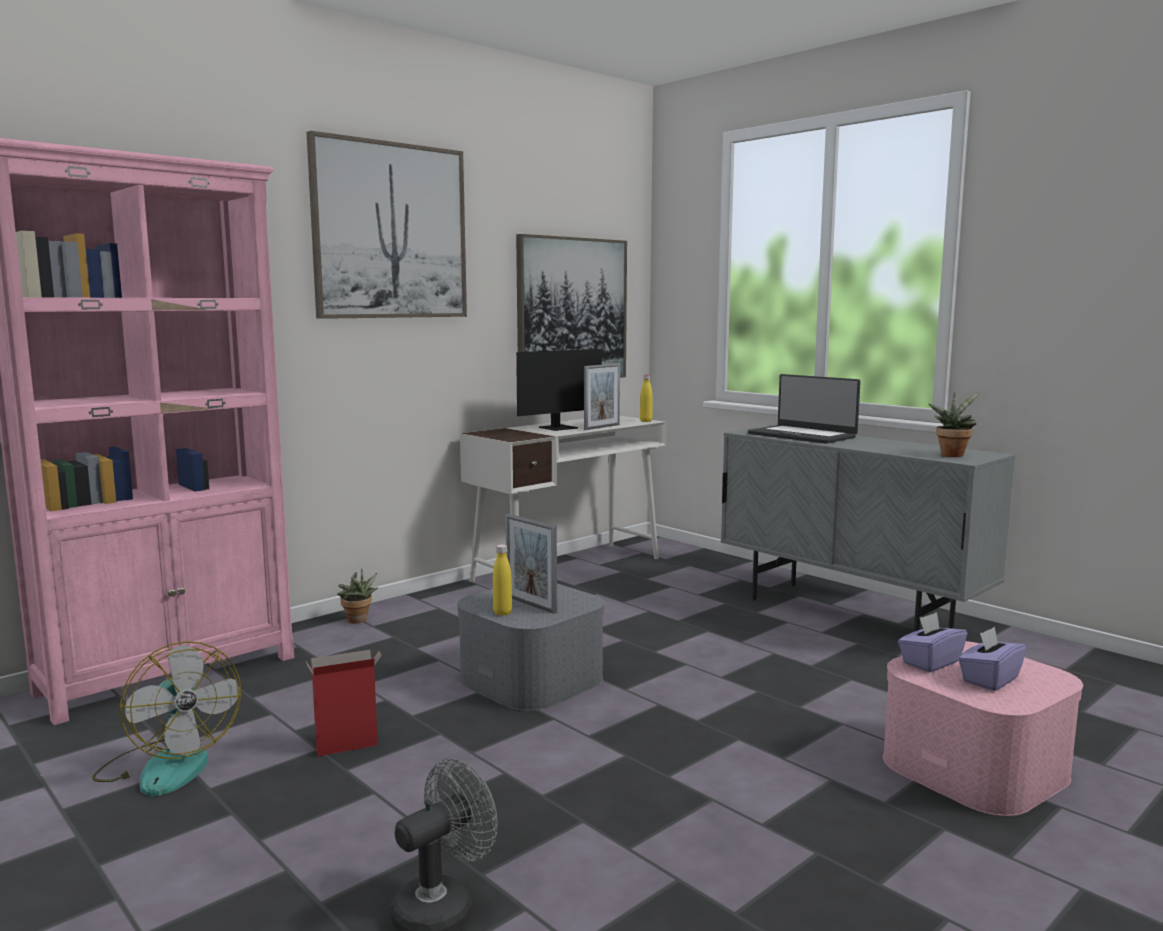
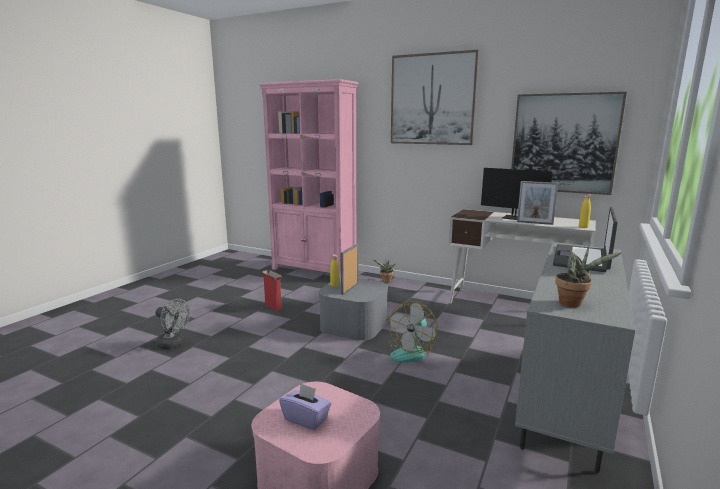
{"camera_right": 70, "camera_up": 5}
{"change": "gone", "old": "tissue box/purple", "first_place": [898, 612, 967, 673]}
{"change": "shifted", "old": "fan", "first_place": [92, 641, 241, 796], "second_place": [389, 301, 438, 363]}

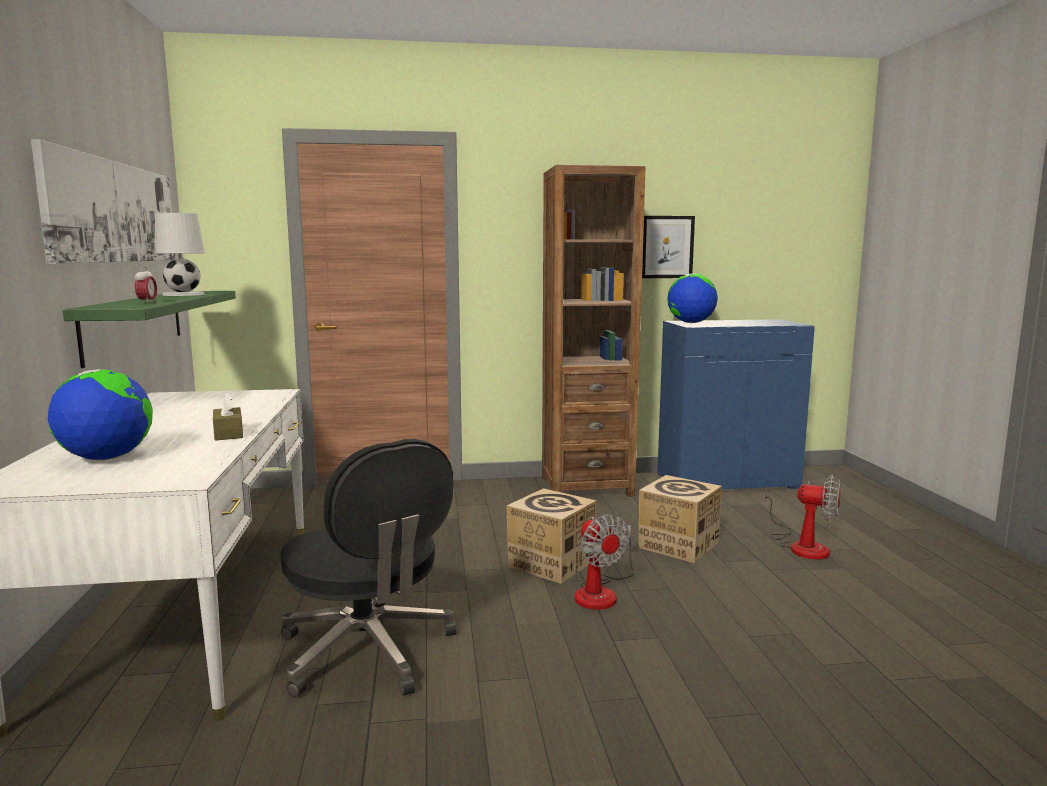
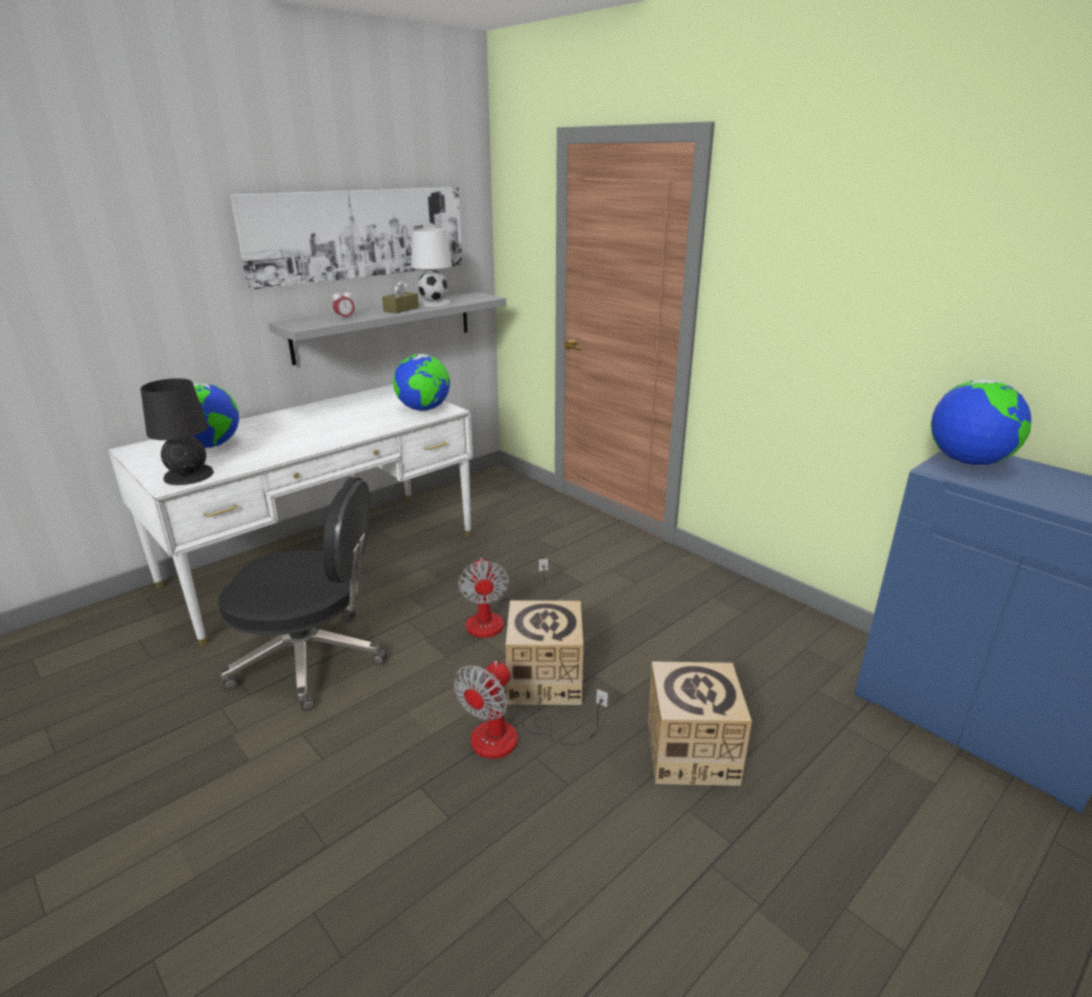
{"camera_right": 55, "camera_up": 15}
{"change": "gone", "old": "bookcase/brown", "first_place": [542, 165, 646, 497]}
{"change": "gone", "old": "picture", "first_place": [642, 216, 695, 278]}
{"change": "new", "new": "table lamp/black", "second_place": [140, 378, 214, 485]}
{"change": "new", "new": "globe", "second_place": [393, 354, 450, 411]}
{"change": "shifted", "old": "tissue box/brown", "first_place": [213, 393, 243, 441], "second_place": [382, 281, 419, 314]}
{"change": "shifted", "old": "fan", "first_place": [764, 475, 841, 559], "second_place": [458, 558, 548, 638]}
{"change": "repainted", "old": "shelf/green", "new": "shelf/grey", "first_place": [63, 291, 236, 368], "second_place": [268, 292, 506, 365]}
{"change": "rotated", "old": "office chair/black", "first_place": [280, 439, 456, 698], "second_place": [218, 477, 387, 711], "degrees": -105}

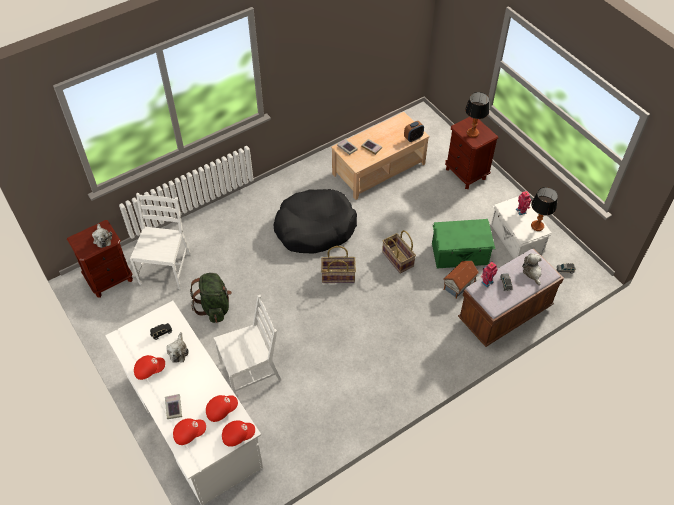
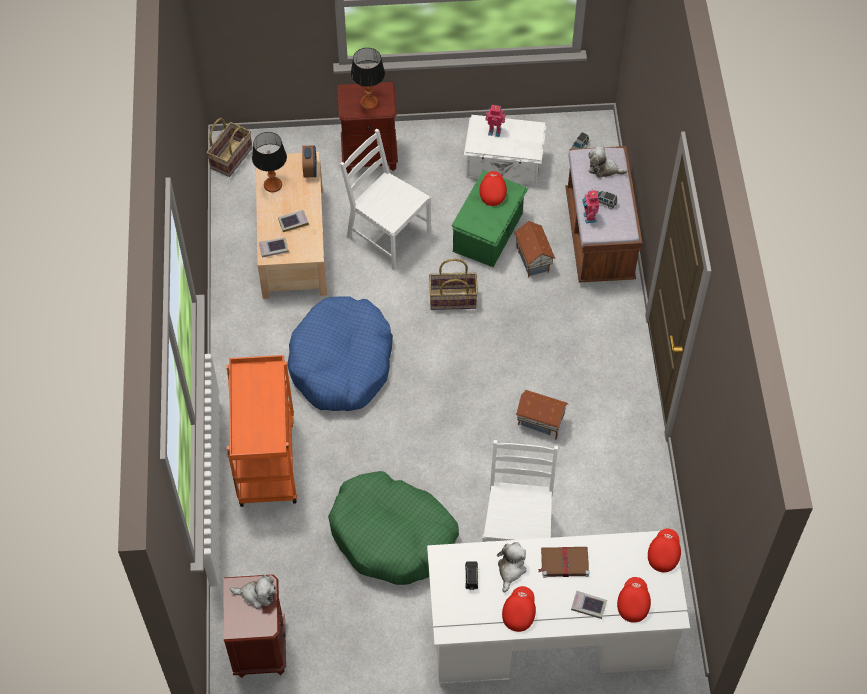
{"camera_right": -60, "camera_up": 5}
{"change": "new", "new": "cart/orange", "second_place": [226, 355, 297, 507]}
{"change": "new", "new": "toy house", "second_place": [516, 390, 569, 439]}
{"change": "new", "new": "book/brown", "second_place": [538, 547, 589, 577]}
{"change": "shifted", "old": "chair/white", "first_place": [130, 193, 191, 290], "second_place": [340, 128, 431, 270]}
{"change": "shifted", "old": "cap/red", "first_place": [206, 395, 238, 422], "second_place": [479, 171, 507, 206]}
{"change": "shifted", "old": "basket", "first_place": [321, 246, 356, 283], "second_place": [207, 118, 253, 177]}
{"change": "shifted", "old": "table lamp", "first_place": [531, 187, 558, 231], "second_place": [252, 132, 287, 192]}
{"change": "swapped", "old": "backpack/green", "new": "dog bed/green", "first_place": [190, 273, 232, 323], "second_place": [328, 471, 459, 585]}
{"change": "repainted", "old": "dog bed/black", "new": "dog bed/blue", "first_place": [274, 189, 357, 254], "second_place": [287, 297, 393, 411]}
{"change": "rotated", "old": "plush toy", "first_place": [166, 332, 189, 363], "second_place": [497, 542, 526, 592], "degrees": -105}

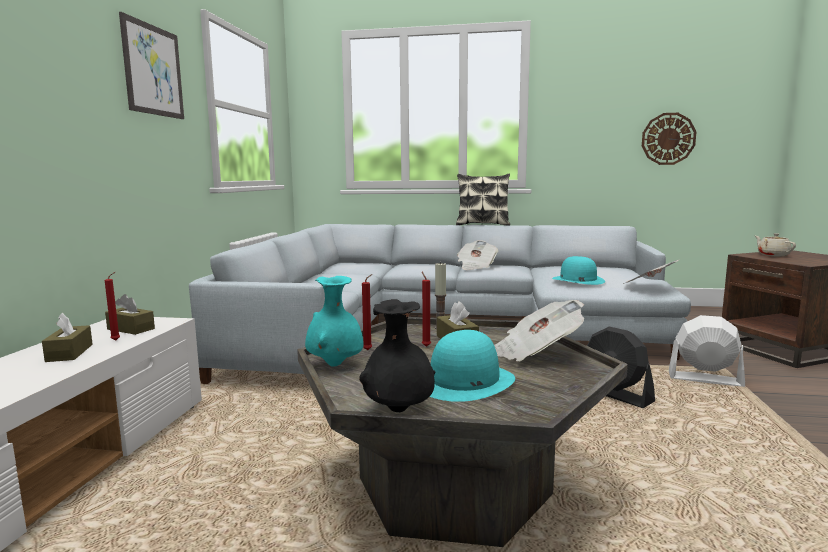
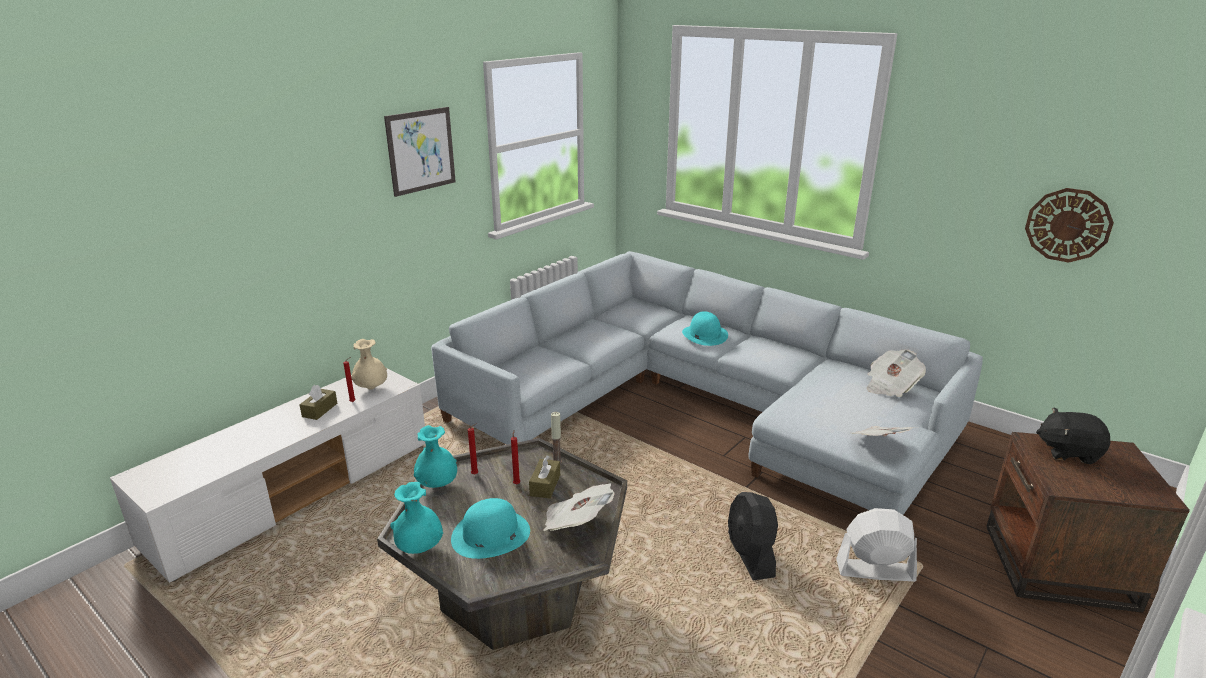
{"camera_right": 30, "camera_up": 15}
{"change": "gone", "old": "pillow", "first_place": [456, 173, 510, 226]}
{"change": "shifted", "old": "newspaper", "first_place": [457, 240, 498, 270], "second_place": [867, 350, 926, 397]}
{"change": "shifted", "old": "hat/turquoise", "first_place": [552, 256, 605, 285], "second_place": [682, 311, 728, 346]}
{"change": "swapped", "old": "tissue box/brown", "new": "vase/beige", "first_place": [105, 294, 155, 335], "second_place": [351, 339, 387, 389]}
{"change": "swapped", "old": "teapot/beige", "new": "plush toy/black", "first_place": [755, 233, 796, 257], "second_place": [1036, 407, 1111, 464]}
{"change": "repainted", "old": "vase/black", "new": "vase/turquoise", "first_place": [359, 299, 435, 412], "second_place": [390, 482, 443, 554]}
{"change": "rotated", "old": "fan/white", "first_place": [669, 315, 745, 387], "second_place": [836, 508, 917, 582], "degrees": -45}

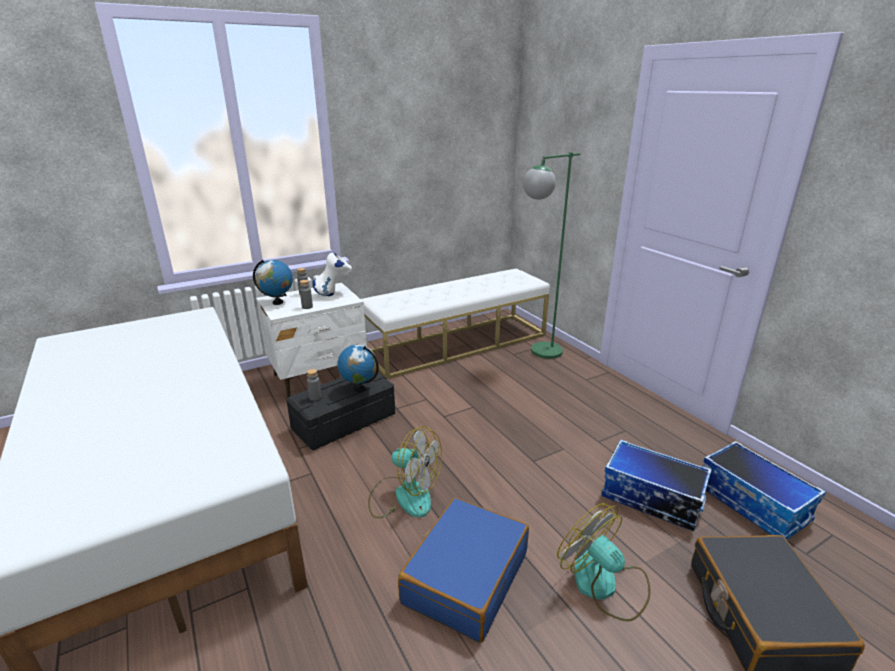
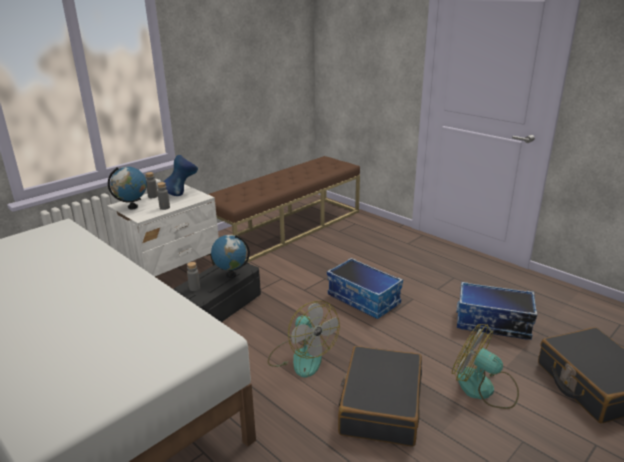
{"camera_right": -15, "camera_up": 0}
{"change": "gone", "old": "floor lamp/green", "first_place": [523, 152, 581, 359]}
{"change": "shifted", "old": "storage box", "first_place": [703, 441, 826, 540], "second_place": [327, 258, 403, 319]}
{"change": "repainted", "old": "vase/white", "new": "vase/blue", "first_place": [313, 253, 352, 296], "second_place": [164, 155, 198, 196]}
{"change": "repainted", "old": "bench/white", "new": "bench/brown", "first_place": [361, 268, 550, 379], "second_place": [208, 156, 360, 262]}
{"change": "repainted", "old": "suitcase/blue", "new": "suitcase/black", "first_place": [398, 498, 529, 643], "second_place": [338, 346, 422, 447]}
{"change": "rotated", "old": "fan", "first_place": [368, 426, 442, 518], "second_place": [268, 301, 340, 378], "degrees": 45}

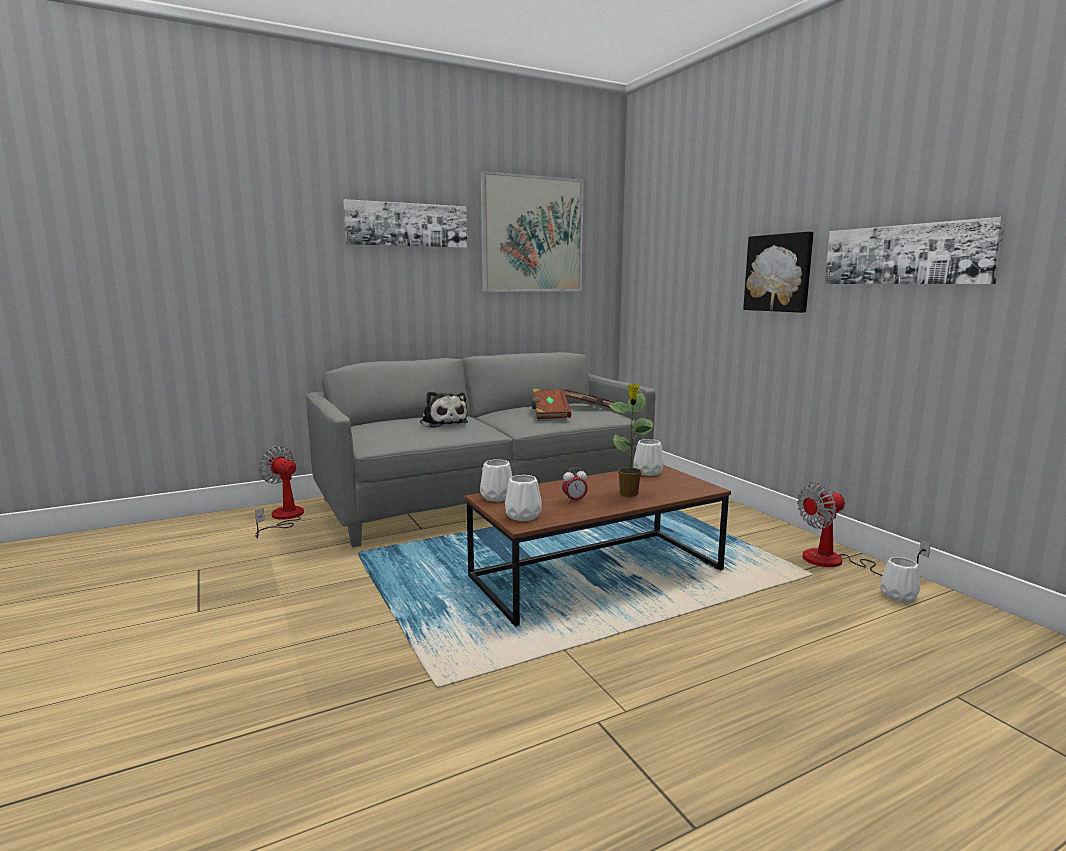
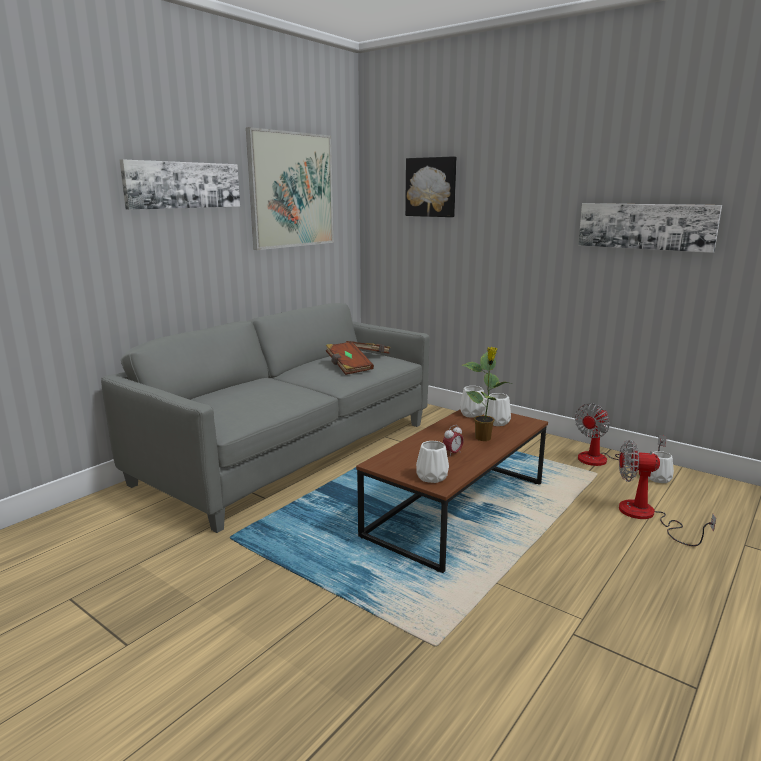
{"camera_right": -25, "camera_up": 5}
{"change": "gone", "old": "plush toy", "first_place": [420, 391, 468, 428]}
{"change": "shifted", "old": "fan", "first_place": [255, 446, 304, 538], "second_place": [619, 440, 716, 546]}
{"change": "shifted", "old": "vase/white", "first_place": [480, 459, 512, 502], "second_place": [484, 393, 511, 426]}
{"change": "shifted", "old": "picture", "first_place": [743, 231, 814, 313], "second_place": [405, 156, 456, 217]}

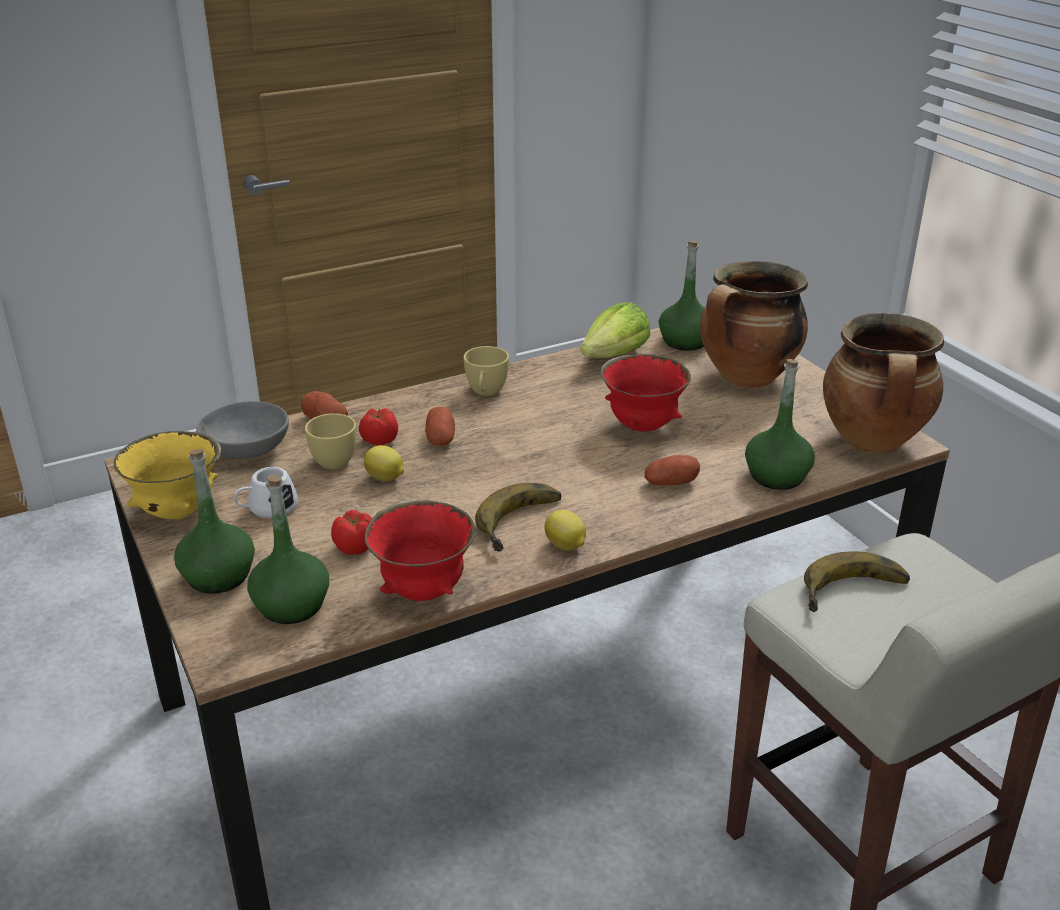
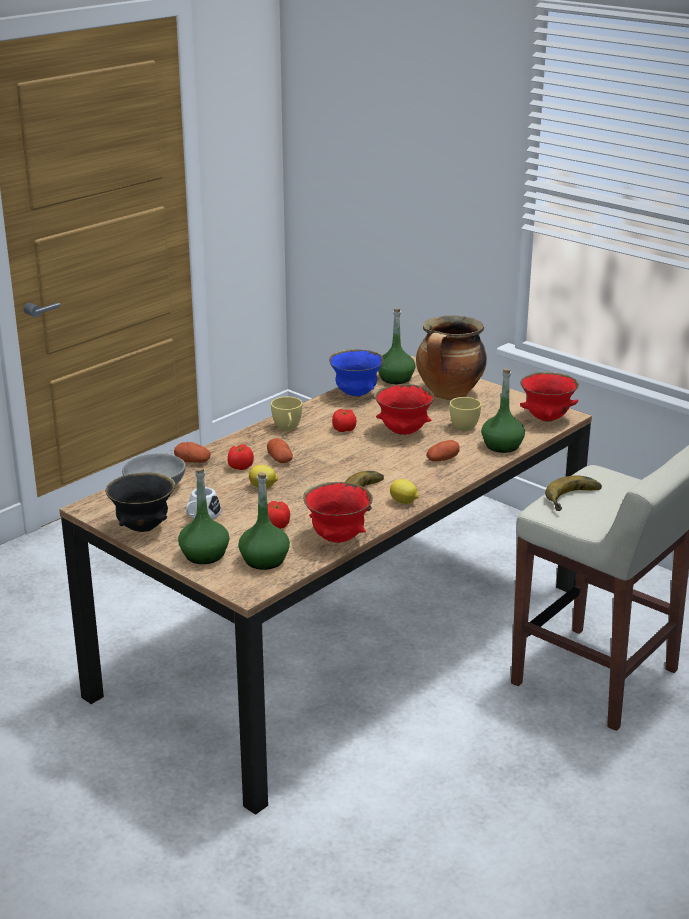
{"camera_right": -20, "camera_up": -5}
{"change": "new", "new": "tomato", "second_place": [332, 409, 357, 432]}
{"change": "shifted", "old": "cup/yellow", "first_place": [305, 413, 356, 469], "second_place": [450, 397, 481, 431]}
{"change": "swapped", "old": "lettuce", "new": "bowl/blue", "first_place": [580, 302, 650, 358], "second_place": [329, 349, 384, 397]}
{"change": "swapped", "old": "cooking pot", "new": "bowl/red", "first_place": [823, 313, 944, 454], "second_place": [520, 372, 579, 421]}
{"change": "repainted", "old": "bowl/yellow", "new": "bowl/black", "first_place": [114, 431, 221, 519], "second_place": [105, 473, 176, 532]}

